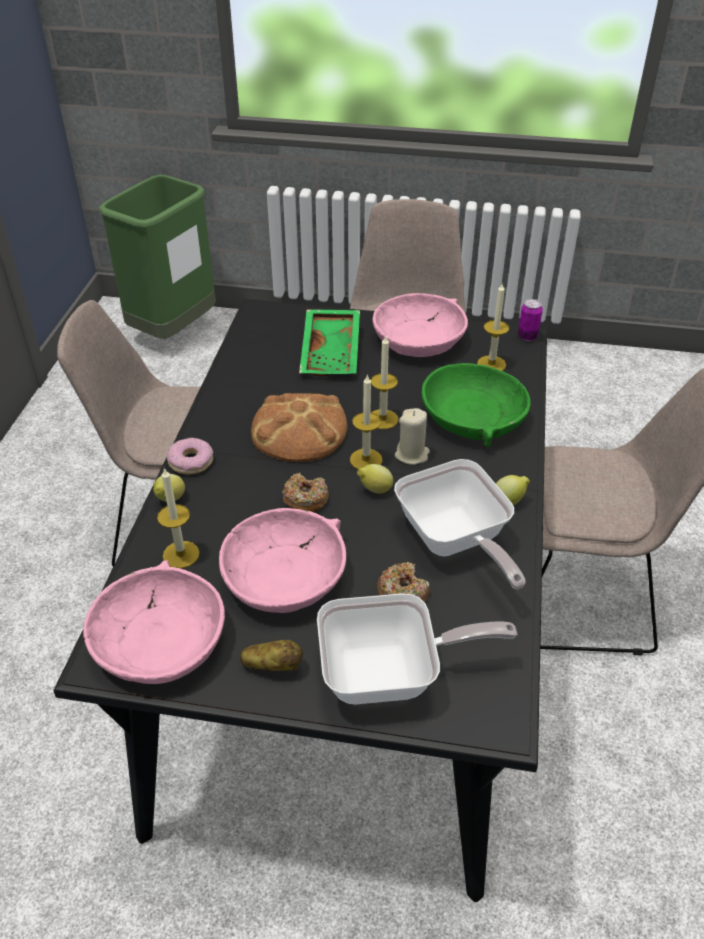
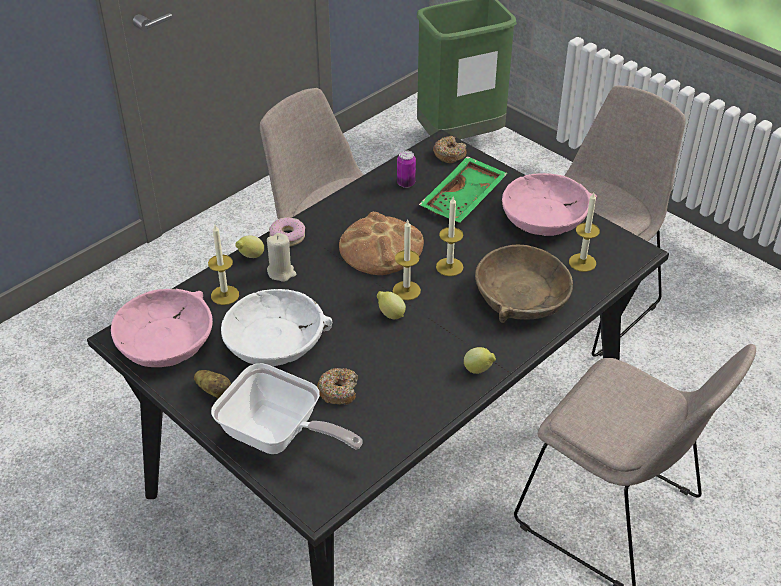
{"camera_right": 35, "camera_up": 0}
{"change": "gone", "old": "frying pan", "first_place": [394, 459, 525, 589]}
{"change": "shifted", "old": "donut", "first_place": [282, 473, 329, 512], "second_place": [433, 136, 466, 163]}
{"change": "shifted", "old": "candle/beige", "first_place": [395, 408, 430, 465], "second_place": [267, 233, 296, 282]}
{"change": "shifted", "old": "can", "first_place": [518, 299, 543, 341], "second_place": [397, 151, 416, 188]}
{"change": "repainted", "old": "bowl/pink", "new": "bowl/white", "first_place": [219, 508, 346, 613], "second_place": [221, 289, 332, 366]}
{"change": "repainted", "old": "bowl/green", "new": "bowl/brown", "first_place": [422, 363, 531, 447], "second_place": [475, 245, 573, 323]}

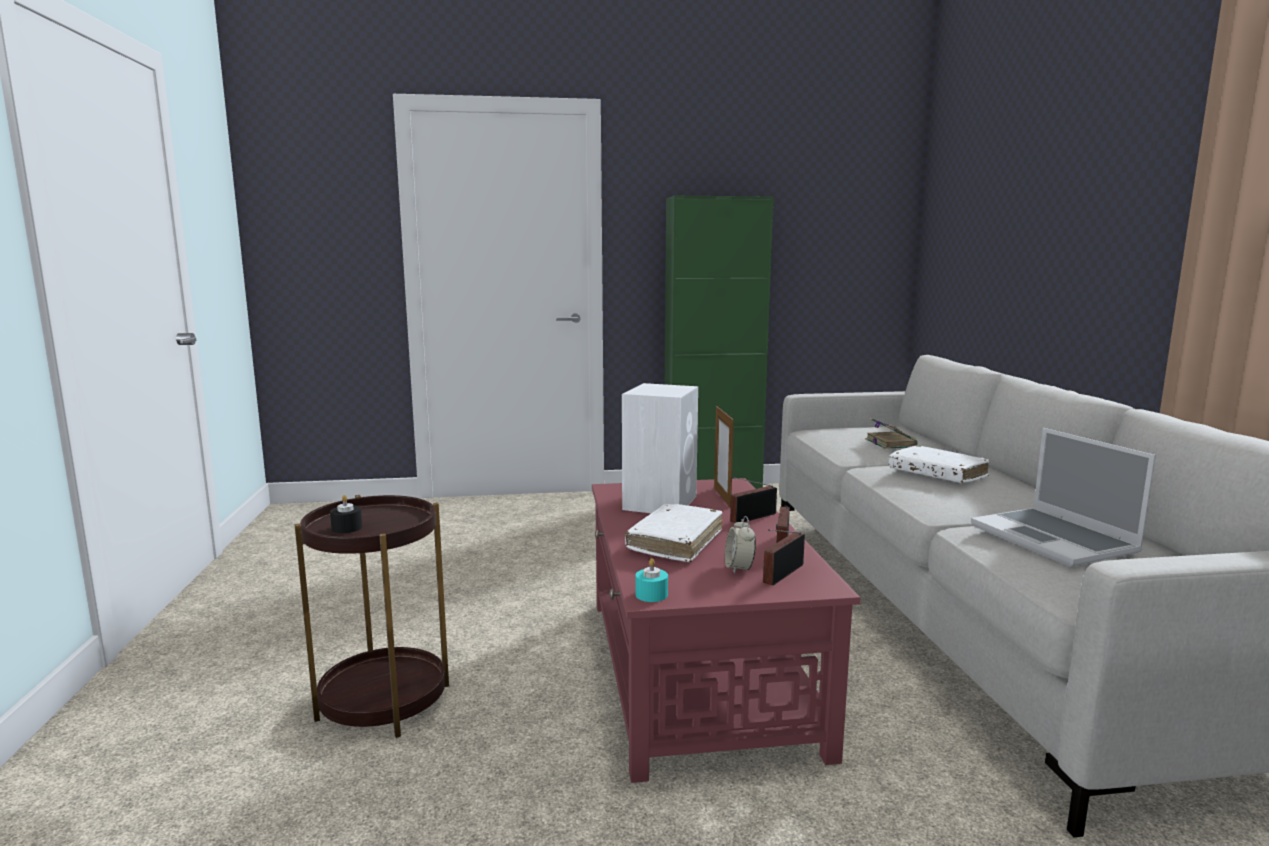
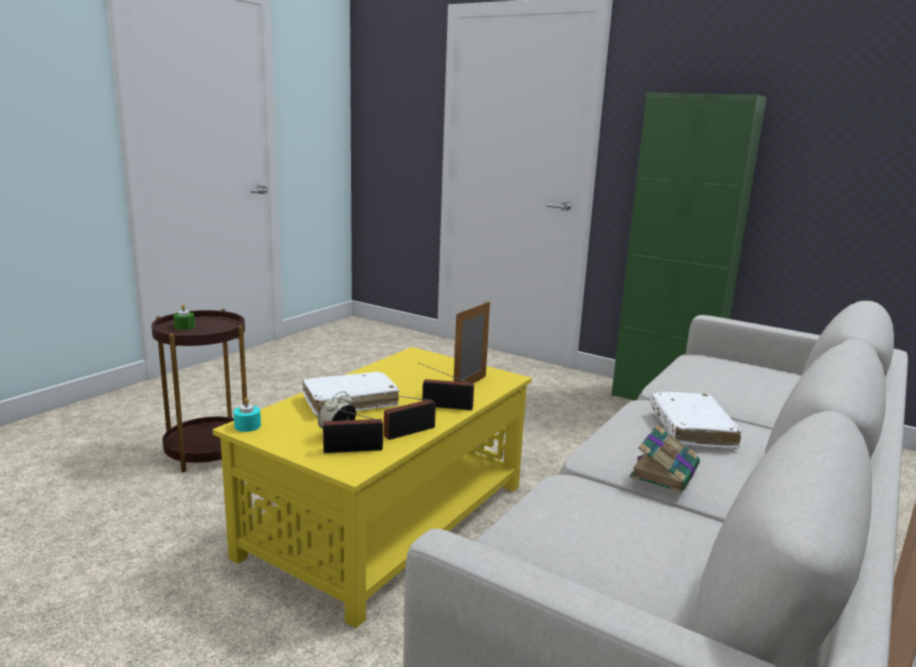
{"camera_right": 40, "camera_up": 5}
{"change": "gone", "old": "speaker/white", "first_place": [622, 383, 698, 513]}
{"change": "gone", "old": "laptop", "first_place": [971, 428, 1156, 567]}
{"change": "shifted", "old": "book", "first_place": [865, 418, 917, 449], "second_place": [629, 425, 700, 492]}
{"change": "repainted", "old": "candle/black", "new": "candle/green", "first_place": [330, 495, 362, 533], "second_place": [173, 304, 195, 330]}
{"change": "repainted", "old": "coffee table/red", "new": "coffee table/yellow", "first_place": [592, 478, 860, 783], "second_place": [213, 347, 532, 628]}

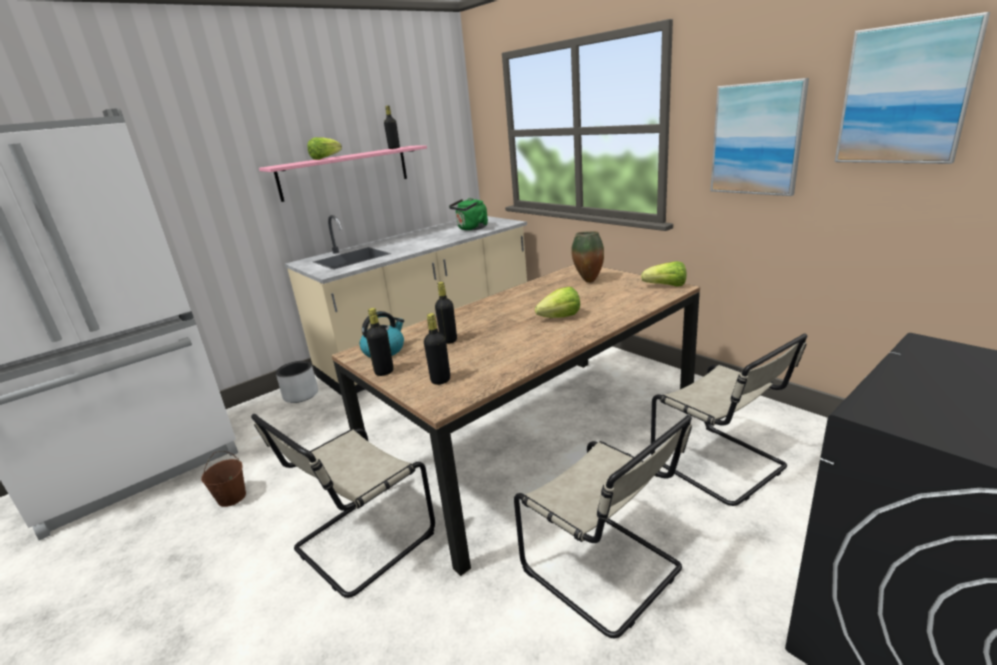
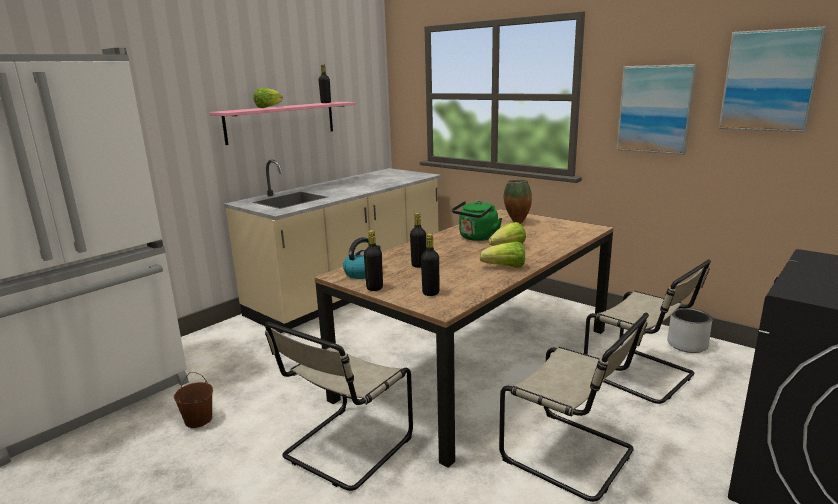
{"camera_right": -10, "camera_up": -5}
{"change": "shifted", "old": "planter/grey", "first_place": [276, 361, 318, 403], "second_place": [667, 308, 713, 353]}
{"change": "shifted", "old": "kettle/green", "first_place": [449, 198, 488, 231], "second_place": [452, 201, 502, 241]}
{"change": "shifted", "old": "lettuce", "first_place": [641, 261, 686, 287], "second_place": [480, 242, 525, 268]}

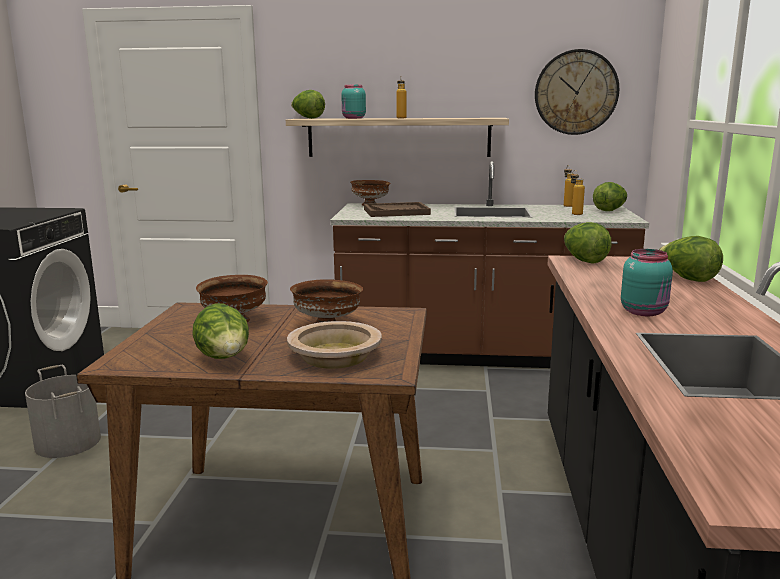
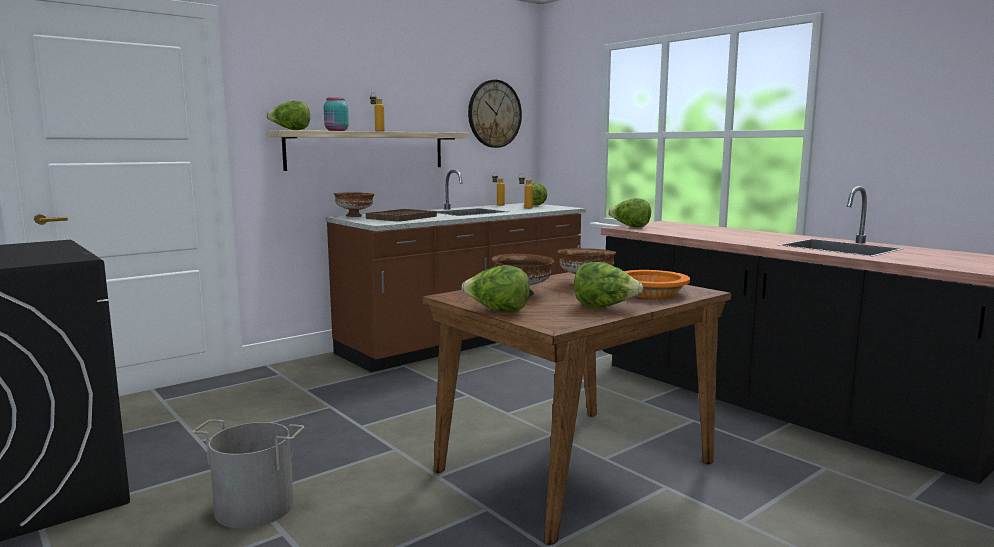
{"camera_right": -45, "camera_up": -5}
{"change": "gone", "old": "jar/turquoise", "first_place": [621, 249, 673, 316]}
{"change": "shifted", "old": "lettuce", "first_place": [659, 236, 723, 282], "second_place": [462, 265, 530, 312]}
{"change": "repainted", "old": "bowl/beige", "new": "bowl/orange", "first_place": [287, 321, 382, 369], "second_place": [625, 270, 690, 298]}

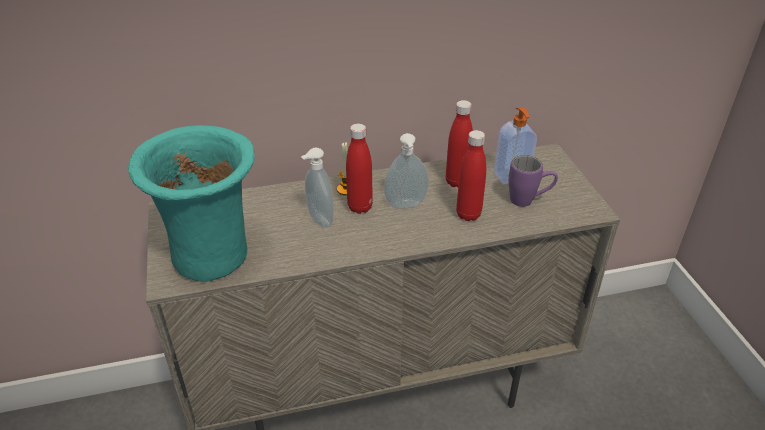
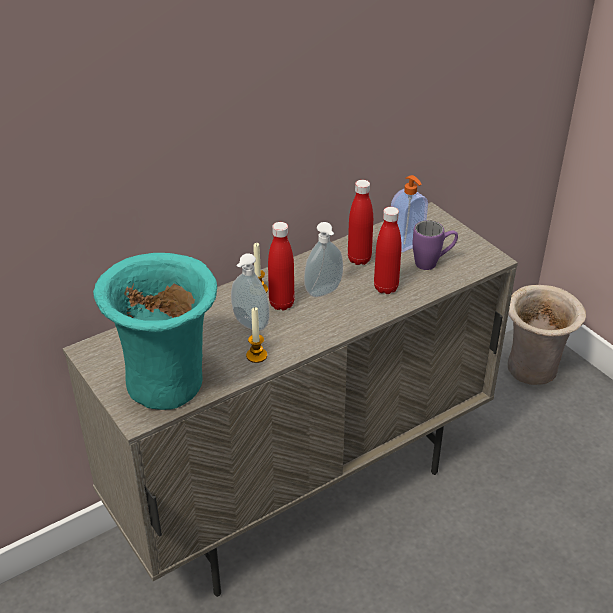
{"camera_right": -20, "camera_up": 0}
{"change": "new", "new": "candle", "second_place": [246, 307, 267, 363]}
{"change": "new", "new": "vase/beige", "second_place": [508, 285, 586, 385]}

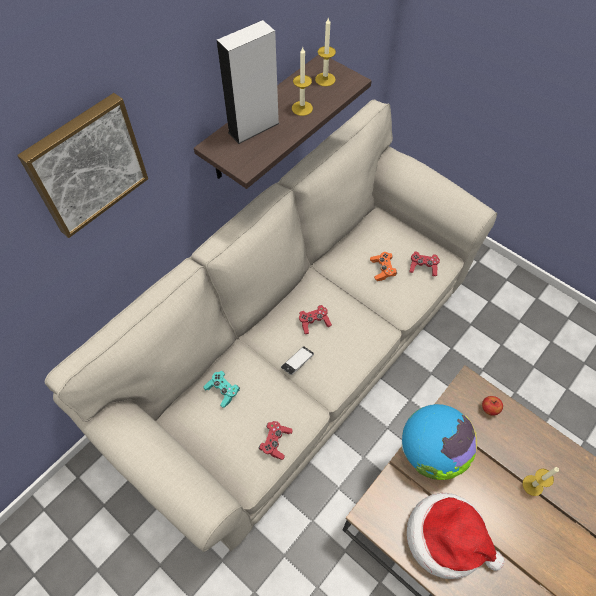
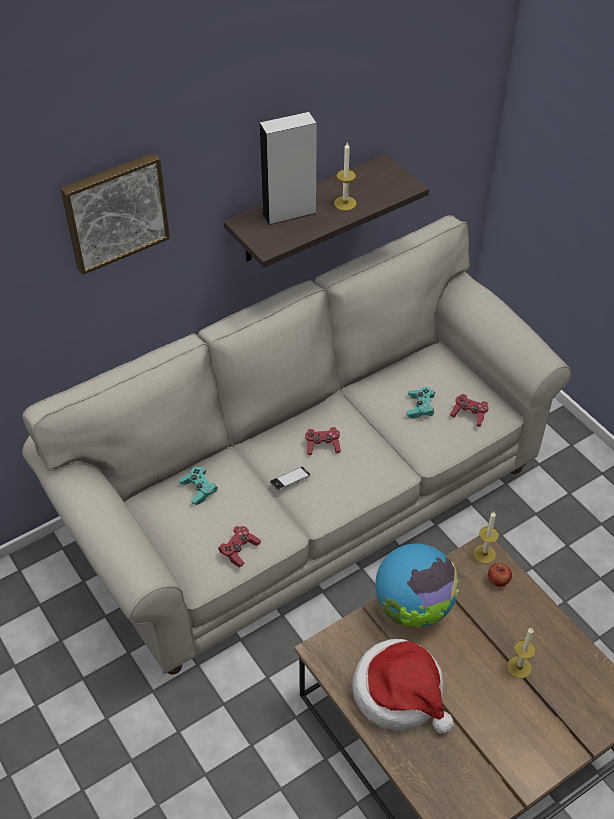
{"camera_right": 15, "camera_up": -10}
{"change": "shifted", "old": "candle", "first_place": [315, 18, 336, 86], "second_place": [473, 512, 499, 564]}
{"change": "repainted", "old": "game controller/orange", "new": "game controller/turquoise", "first_place": [370, 252, 397, 281], "second_place": [407, 387, 435, 418]}

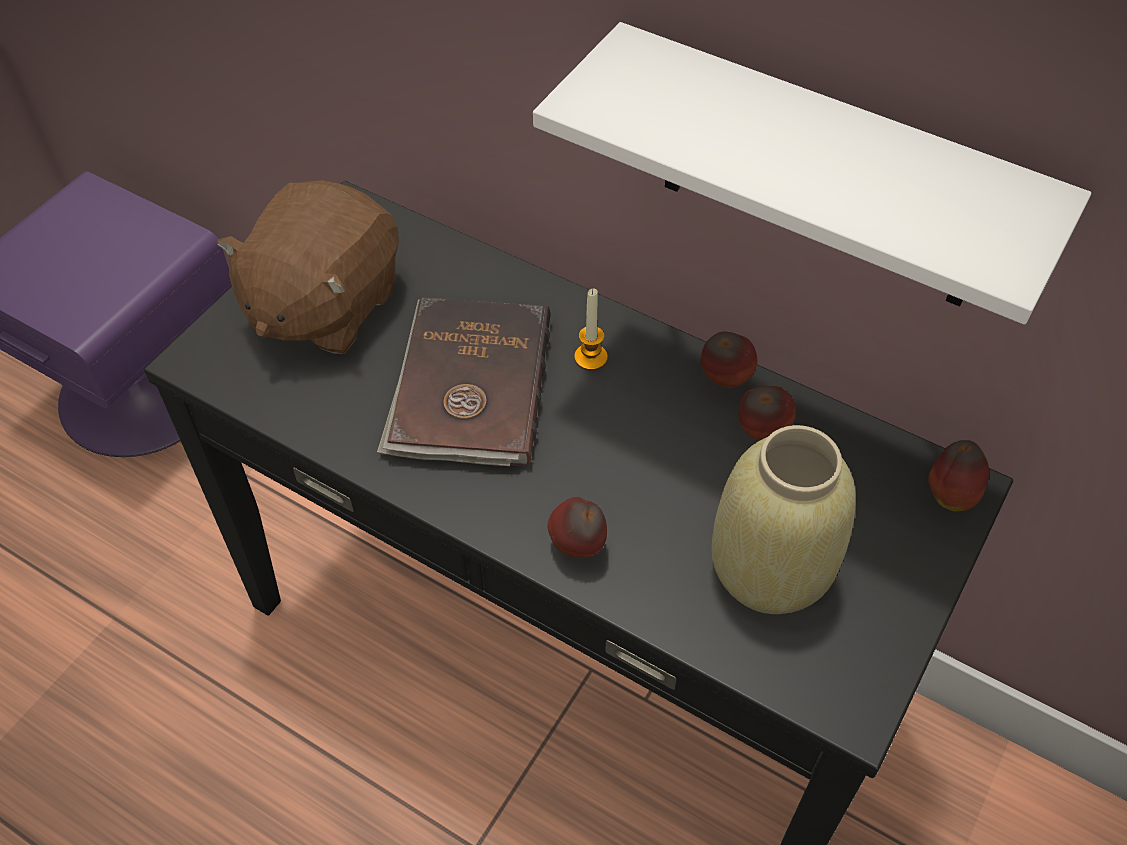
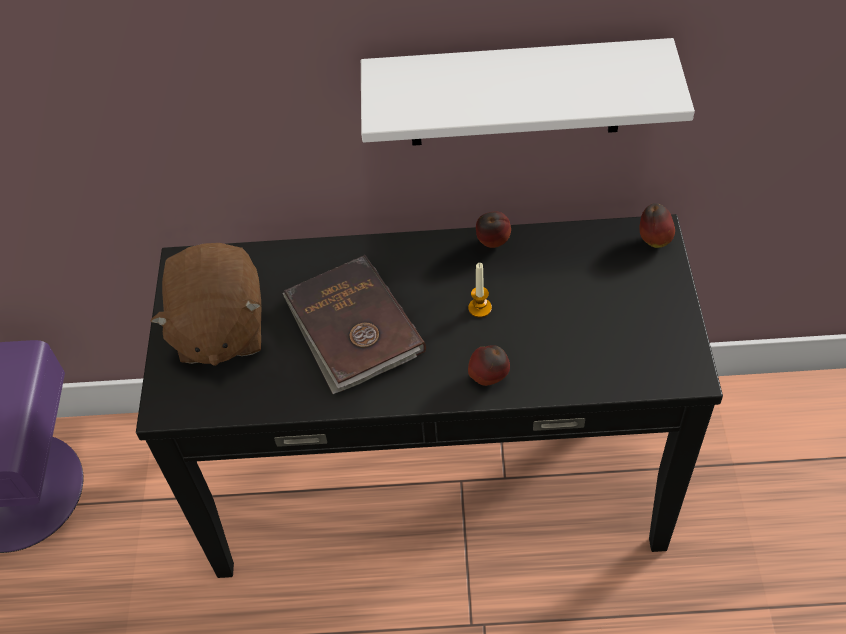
{"camera_right": -30, "camera_up": 0}
{"change": "gone", "old": "vase/beige", "first_place": [711, 425, 856, 614]}
{"change": "gone", "old": "apple", "first_place": [739, 386, 795, 440]}
{"change": "shifted", "old": "candle", "first_place": [574, 289, 608, 371], "second_place": [468, 263, 492, 318]}

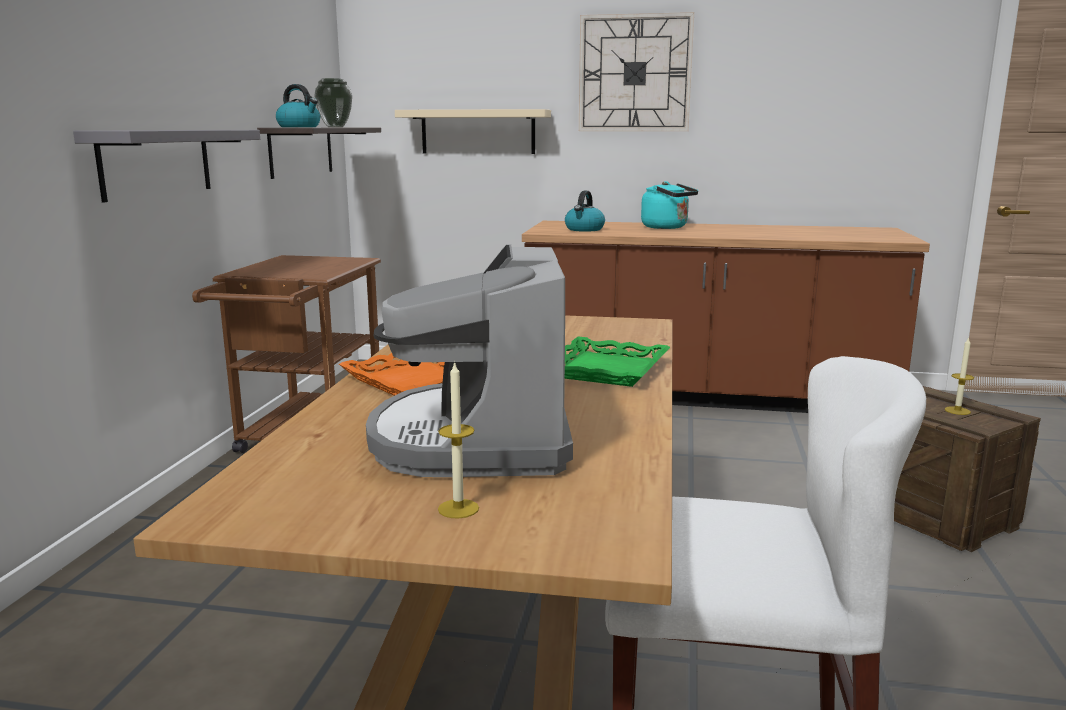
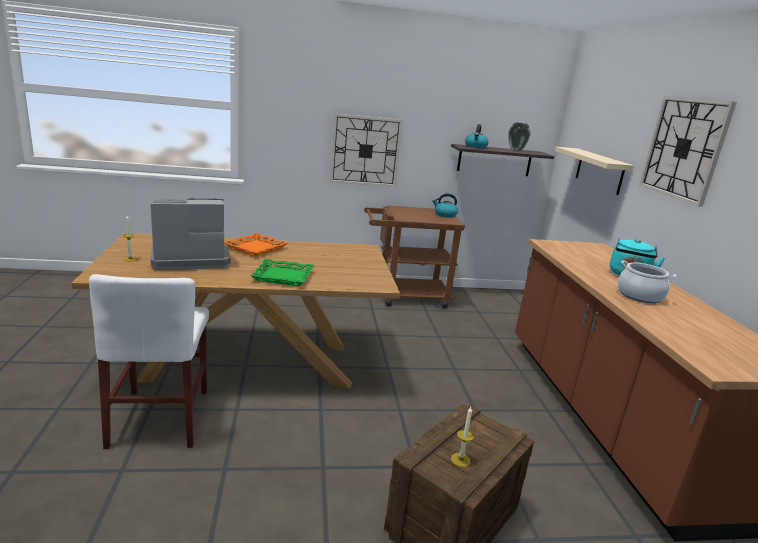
{"camera_right": 70, "camera_up": 5}
{"change": "new", "new": "cooking pot", "second_place": [618, 261, 676, 303]}
{"change": "shifted", "old": "kettle", "first_place": [565, 191, 605, 232], "second_place": [433, 193, 458, 218]}
{"change": "swapped", "old": "shelf/grey", "new": "wall clock", "first_place": [73, 130, 260, 203], "second_place": [330, 114, 402, 187]}

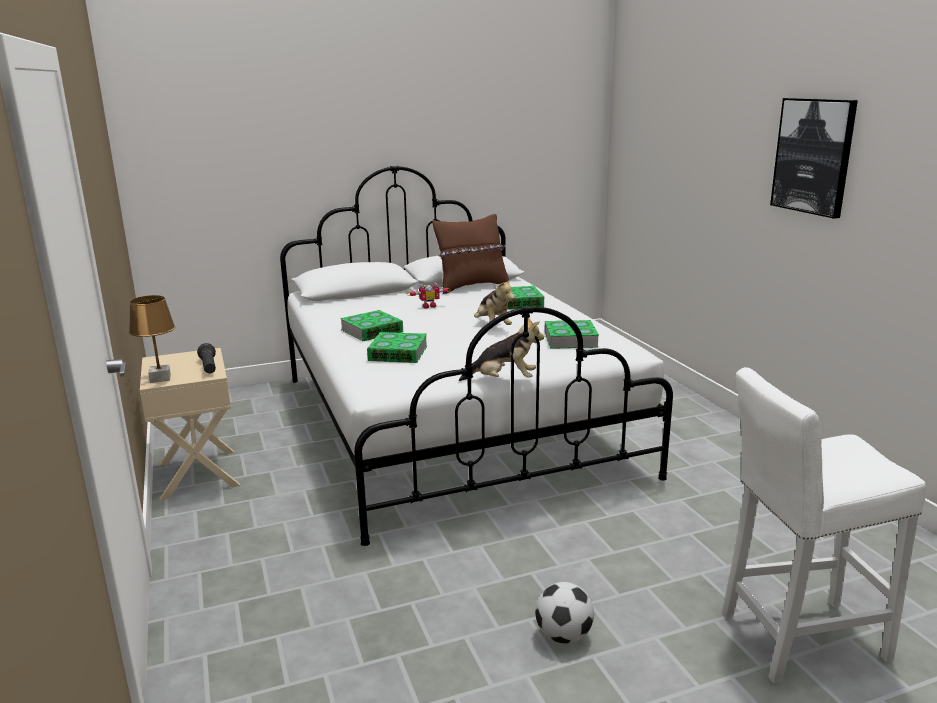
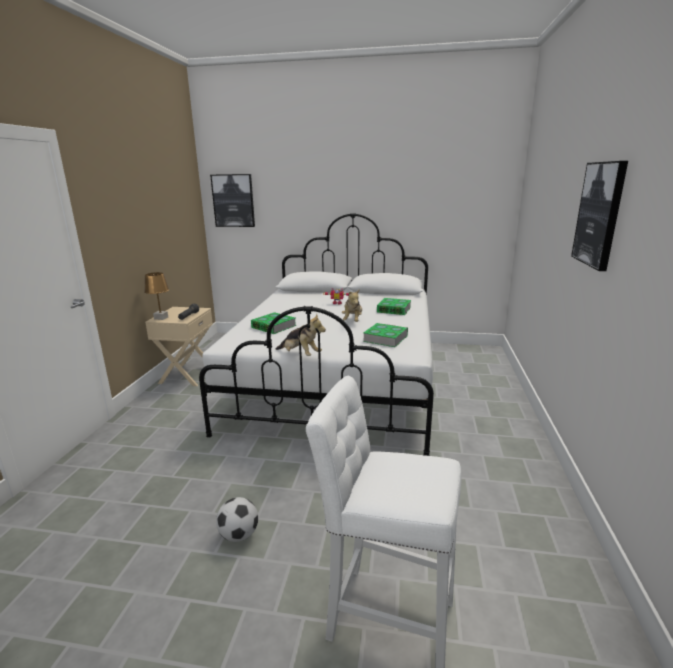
{"camera_right": 30, "camera_up": 0}
{"change": "gone", "old": "book", "first_place": [340, 310, 403, 341]}
{"change": "gone", "old": "pillow/brown", "first_place": [432, 214, 509, 294]}
{"change": "new", "new": "picture", "second_place": [210, 174, 255, 227]}

